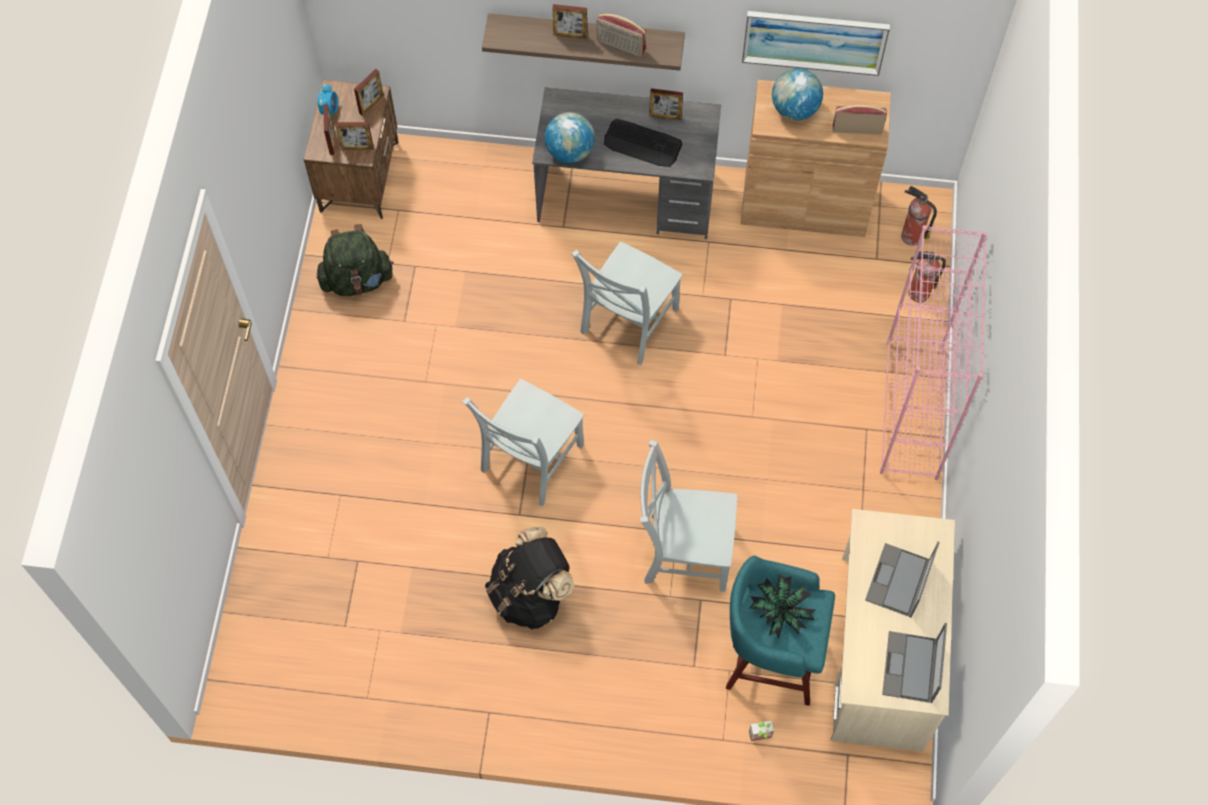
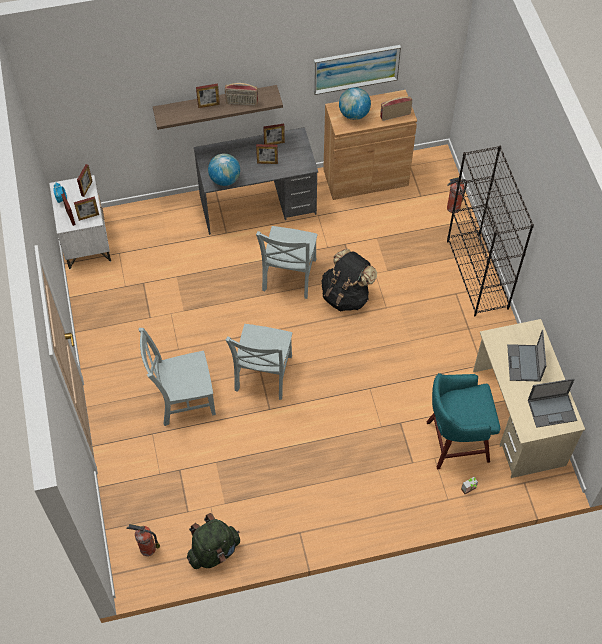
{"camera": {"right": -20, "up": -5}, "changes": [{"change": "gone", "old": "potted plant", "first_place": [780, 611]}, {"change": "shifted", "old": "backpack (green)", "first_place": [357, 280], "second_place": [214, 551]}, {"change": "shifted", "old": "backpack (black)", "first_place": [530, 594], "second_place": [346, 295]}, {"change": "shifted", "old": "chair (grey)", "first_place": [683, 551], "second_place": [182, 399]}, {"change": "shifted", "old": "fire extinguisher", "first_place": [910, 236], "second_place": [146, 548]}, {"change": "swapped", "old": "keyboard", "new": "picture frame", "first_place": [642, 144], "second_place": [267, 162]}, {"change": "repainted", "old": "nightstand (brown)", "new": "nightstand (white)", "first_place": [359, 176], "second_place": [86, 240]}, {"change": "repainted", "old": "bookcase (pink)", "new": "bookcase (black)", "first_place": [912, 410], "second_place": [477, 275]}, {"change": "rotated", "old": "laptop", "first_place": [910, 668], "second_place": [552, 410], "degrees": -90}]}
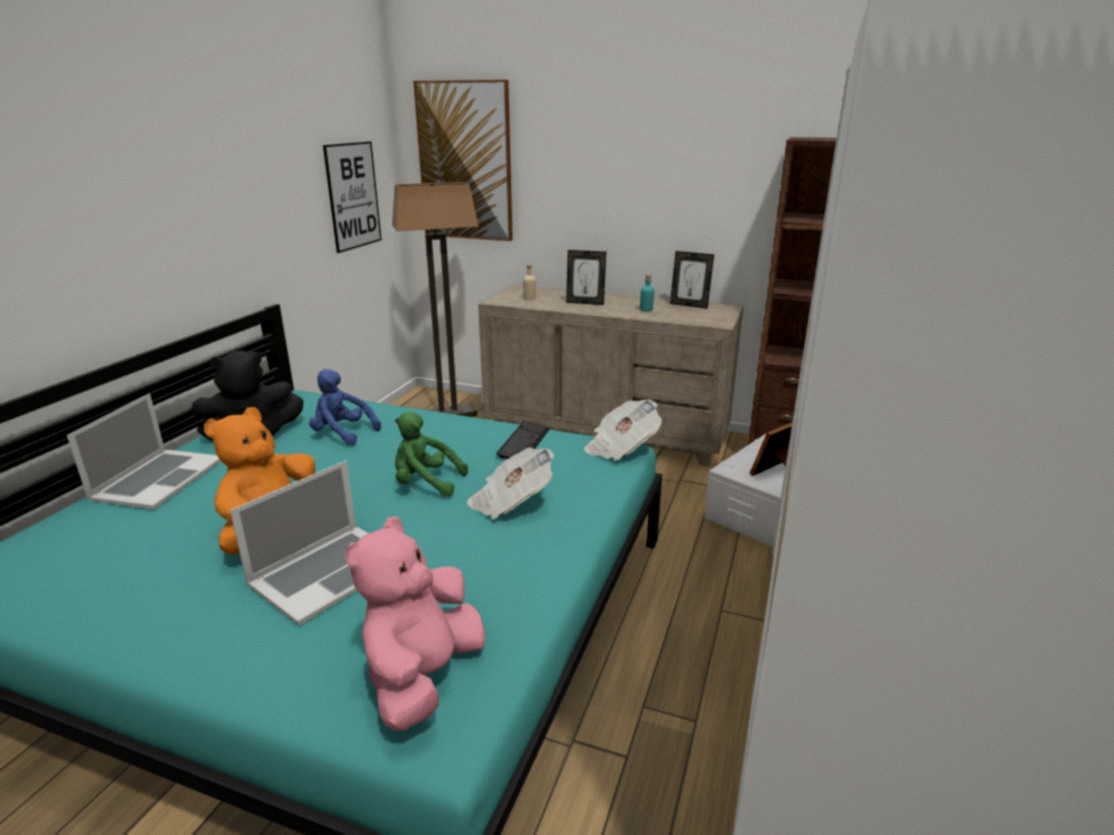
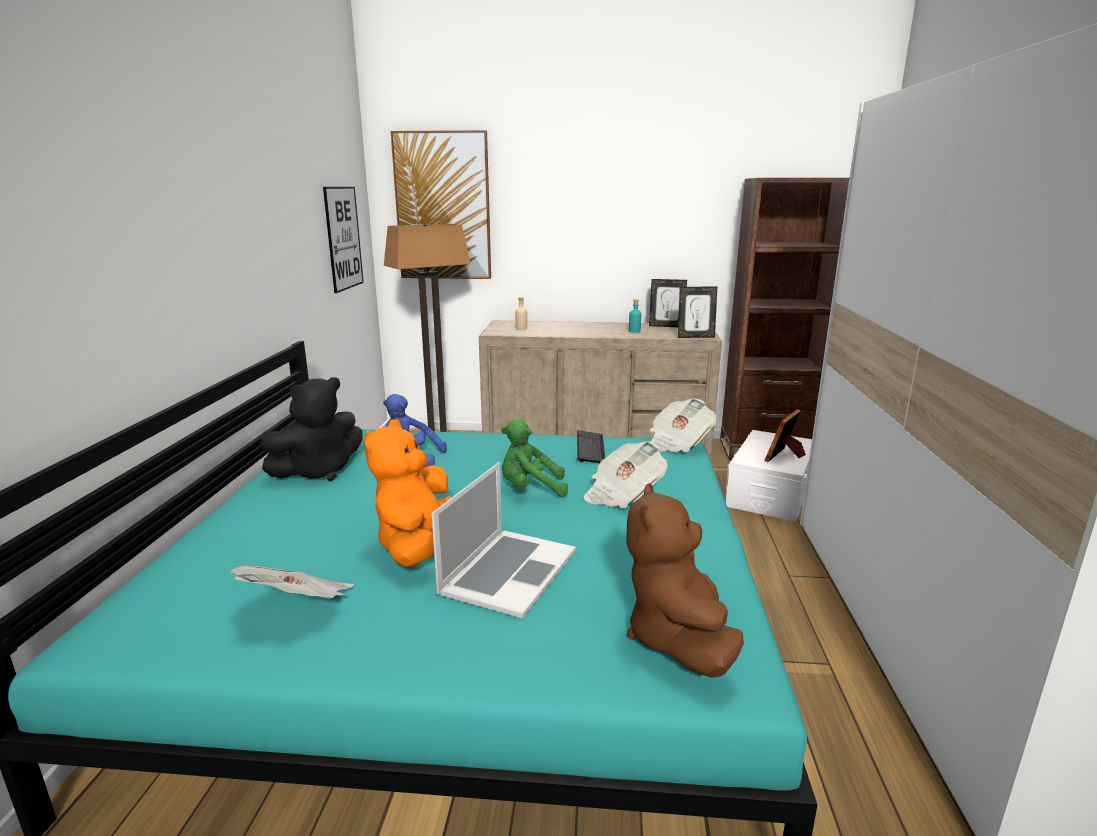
{"camera": {"right": -15, "up": -5}, "changes": [{"change": "gone", "old": "laptop", "first_place": [158, 479]}, {"change": "new", "new": "newspaper", "second_place": [300, 606]}, {"change": "shifted", "old": "picture frame", "first_place": [585, 303], "second_place": [695, 337]}, {"change": "repainted", "old": "plush toy (pink)", "new": "plush toy (brown)", "first_place": [423, 677], "second_place": [677, 639]}]}
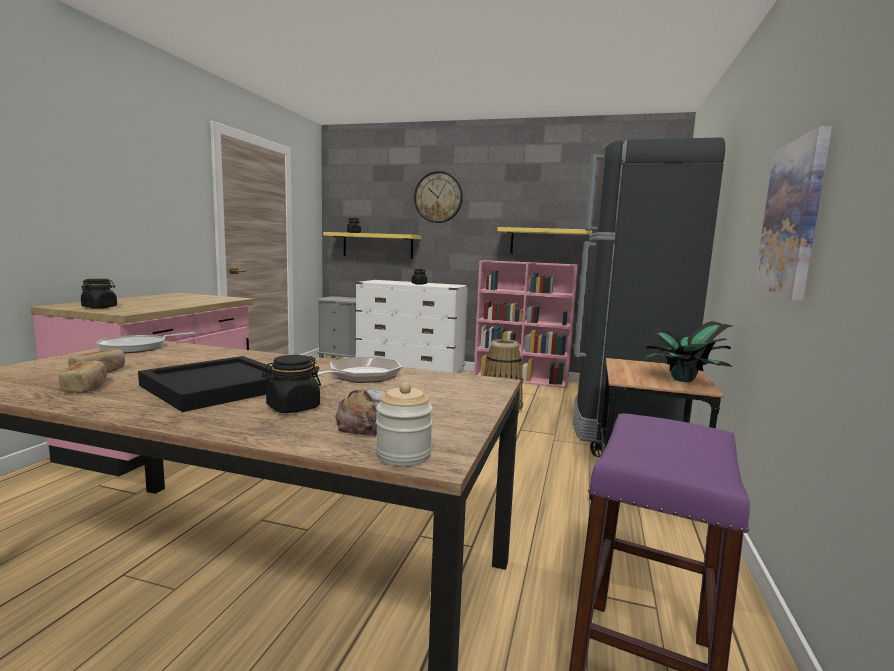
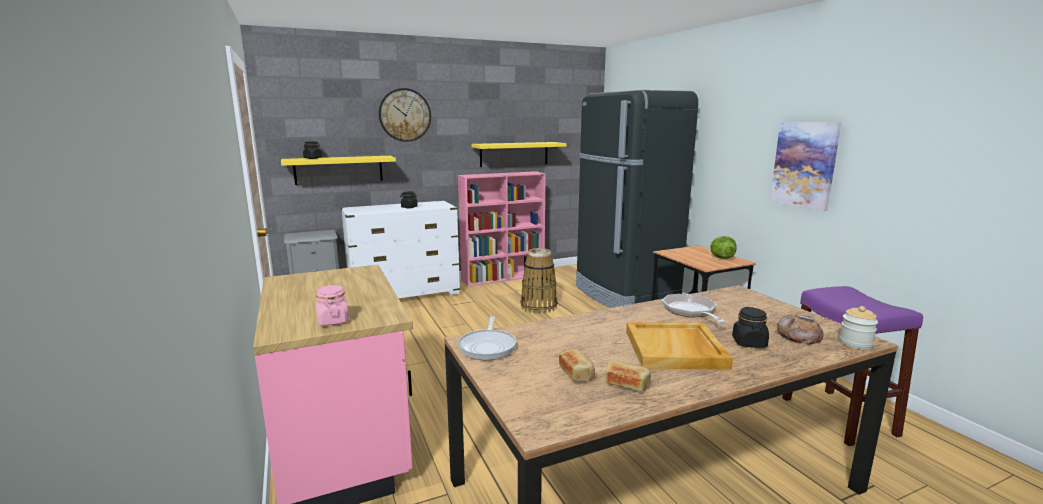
{"camera": {"right": -40, "up": 5}, "changes": [{"change": "swapped", "old": "potted plant", "new": "lettuce", "first_place": [683, 380], "second_place": [721, 258]}, {"change": "repainted", "old": "jar (black)", "new": "jar (pink)", "first_place": [100, 307], "second_place": [333, 320]}, {"change": "repainted", "old": "tray (black)", "new": "tray (beige)", "first_place": [216, 387], "second_place": [675, 349]}]}
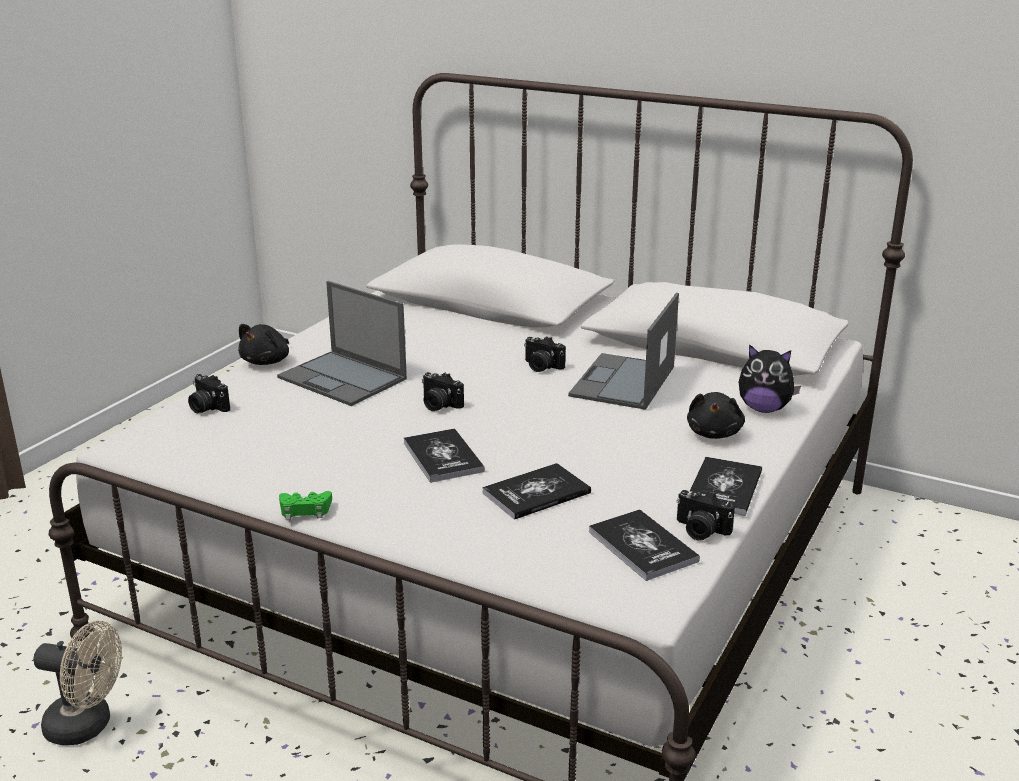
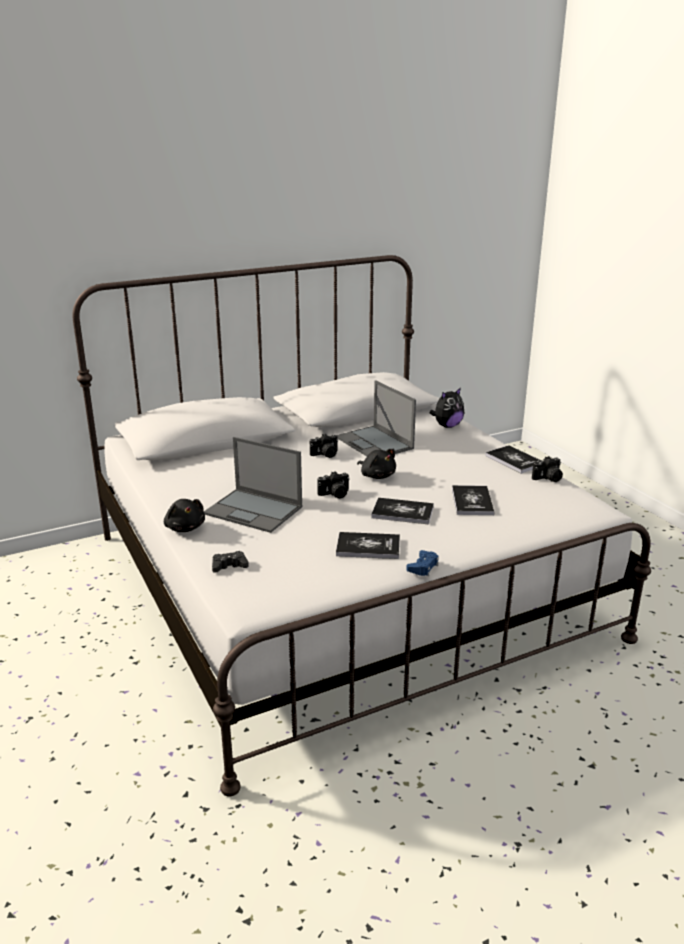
{"camera": {"right": -55, "up": 0}, "changes": [{"change": "gone", "old": "fan (beige)", "first_place": [88, 726]}, {"change": "shifted", "old": "book", "first_place": [642, 546], "second_place": [368, 547]}, {"change": "shifted", "old": "plush toy (black)", "first_place": [714, 433], "second_place": [377, 475]}, {"change": "swapped", "old": "photo camera", "new": "game controller (black)", "first_place": [207, 407], "second_place": [229, 566]}, {"change": "repainted", "old": "game controller (green)", "new": "game controller (blue)", "first_place": [305, 510], "second_place": [423, 567]}, {"change": "rotated", "old": "laptop", "first_place": [343, 378], "second_place": [254, 510], "degrees": 45}]}
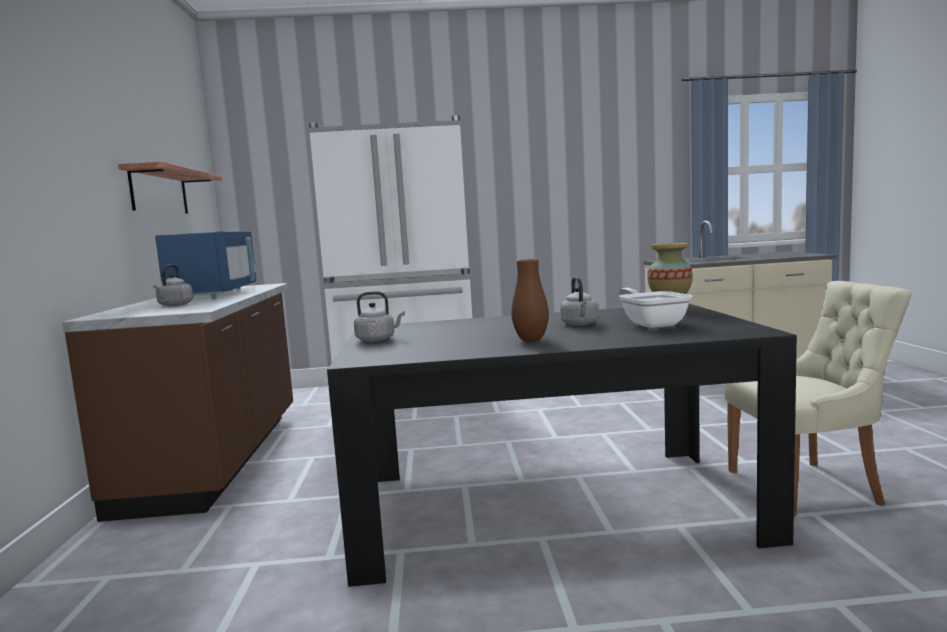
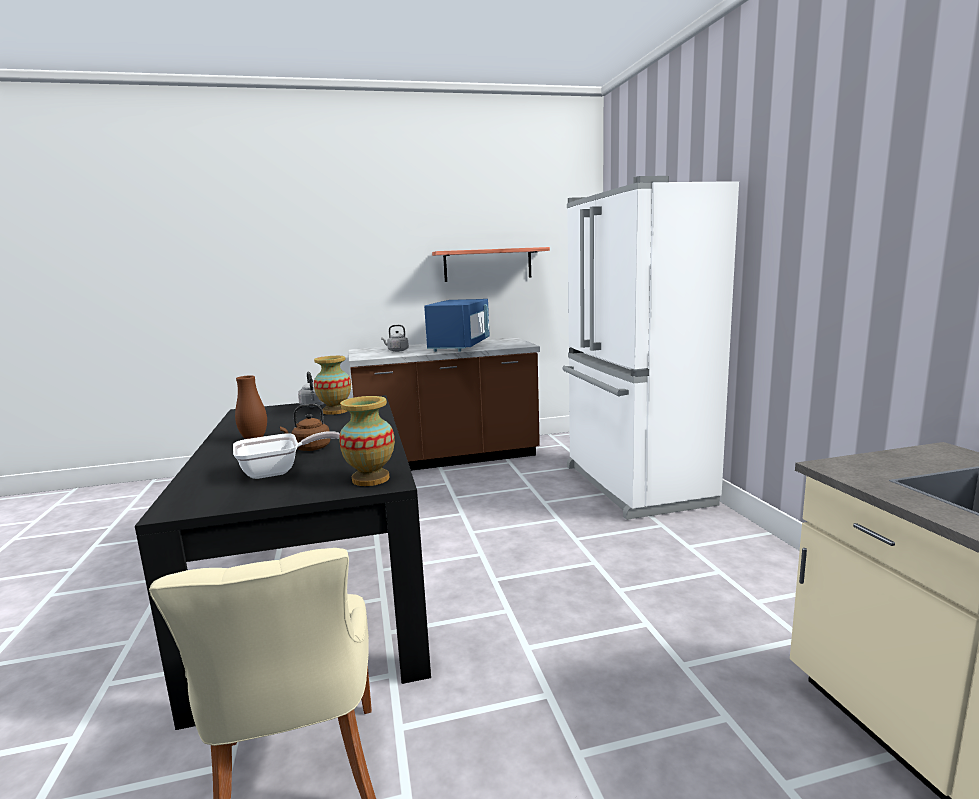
{"camera": {"right": 80, "up": 5}, "changes": [{"change": "new", "new": "vase", "second_place": [335, 411]}, {"change": "repainted", "old": "kettle (grey)", "new": "kettle (brown)", "first_place": [580, 324], "second_place": [309, 448]}, {"change": "rotated", "old": "microwave (blue)", "first_place": [215, 294], "second_place": [460, 346], "degrees": -60}]}
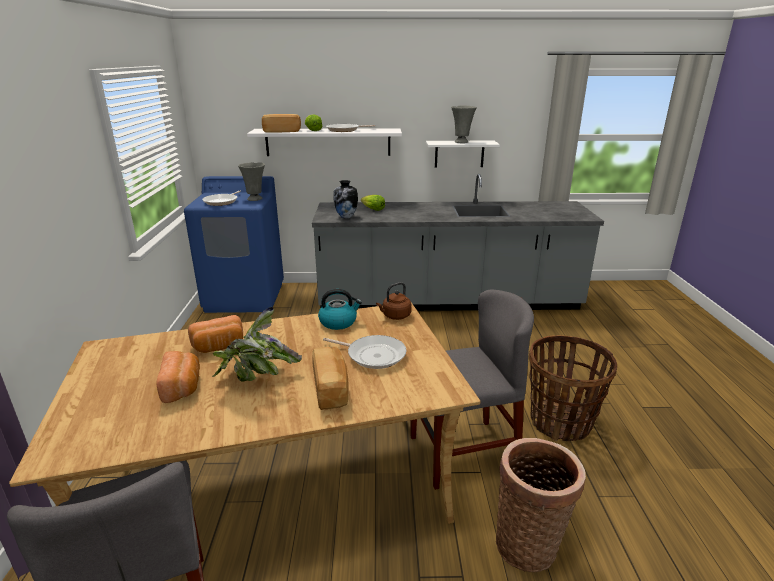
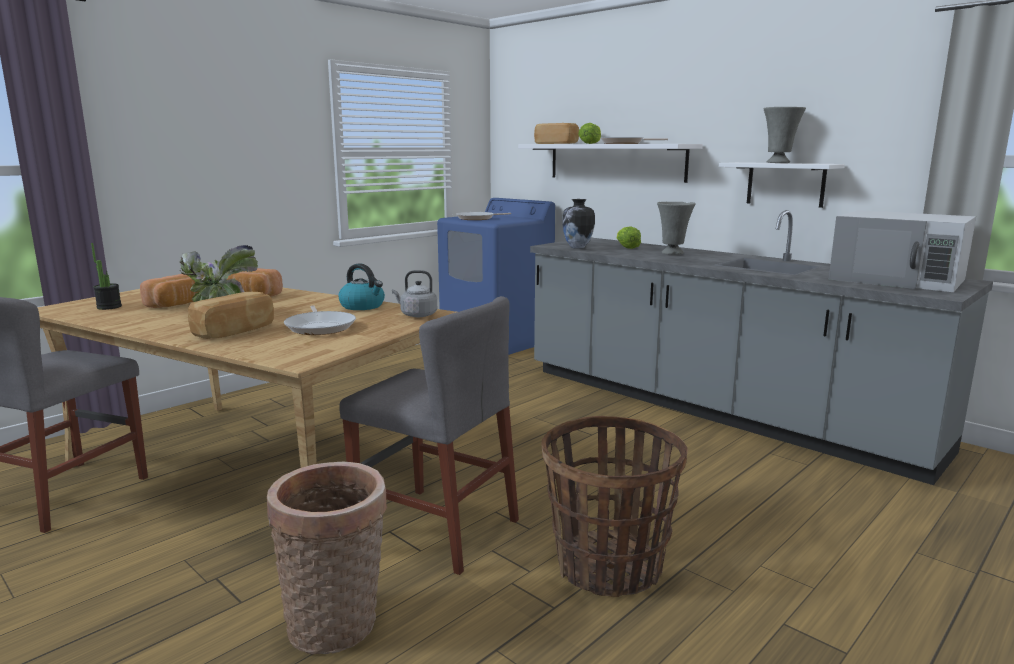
{"camera": {"right": 45, "up": -10}, "changes": [{"change": "new", "new": "potted plant", "second_place": [109, 307]}, {"change": "new", "new": "microwave (white)", "second_place": [898, 279]}, {"change": "shifted", "old": "vase (grey)", "first_place": [255, 199], "second_place": [673, 253]}, {"change": "repainted", "old": "kettle (brown)", "new": "kettle (grey)", "first_place": [395, 316], "second_place": [416, 315]}]}
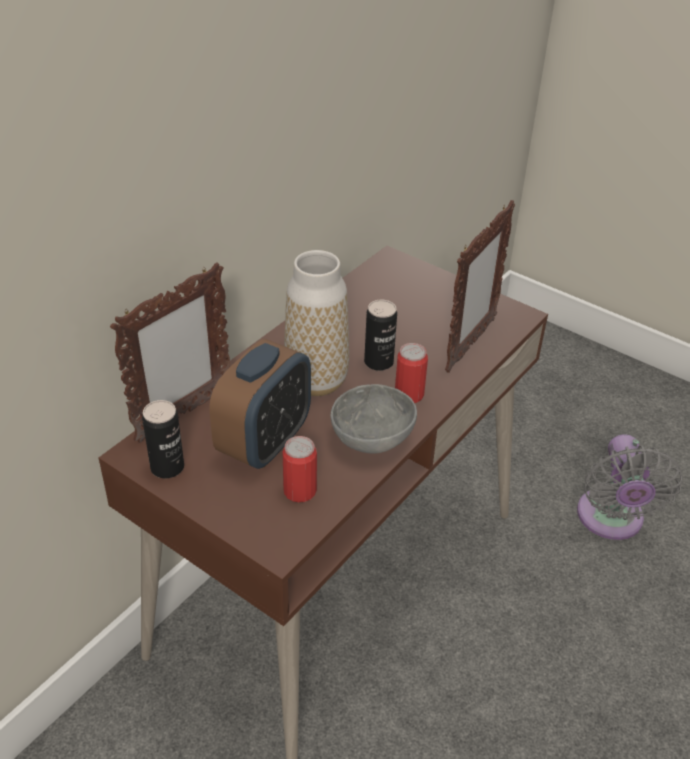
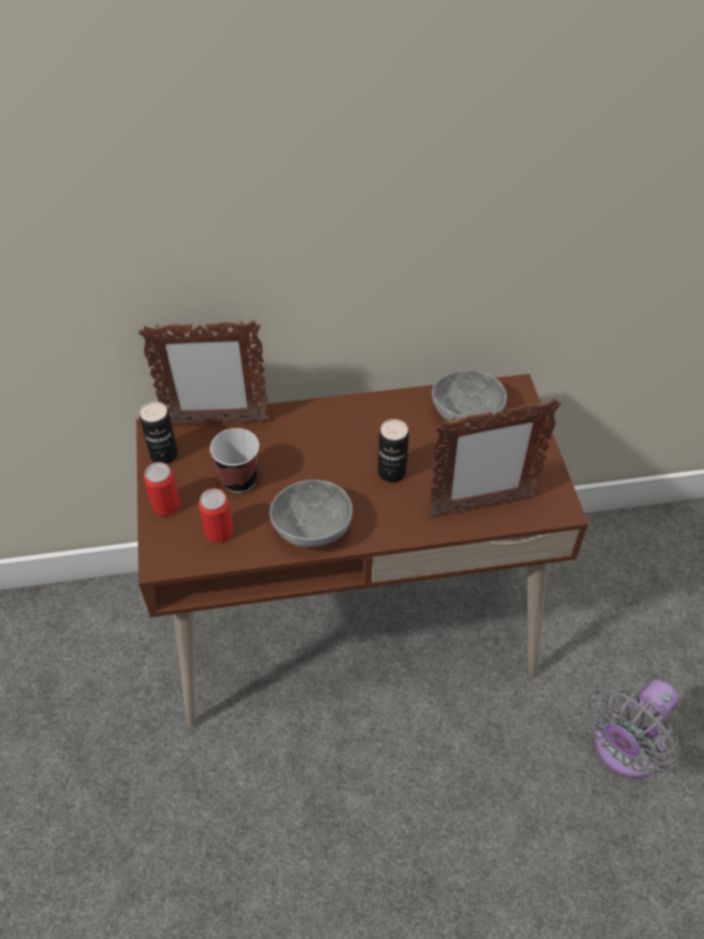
{"camera": {"right": 45, "up": 10}, "changes": [{"change": "gone", "old": "vase", "first_place": [316, 381]}, {"change": "new", "new": "bowl (grey)", "second_place": [466, 412]}, {"change": "shifted", "old": "can", "first_place": [409, 394], "second_place": [166, 505]}, {"change": "swapped", "old": "alarm clock", "new": "cup", "first_place": [264, 443], "second_place": [239, 480]}]}
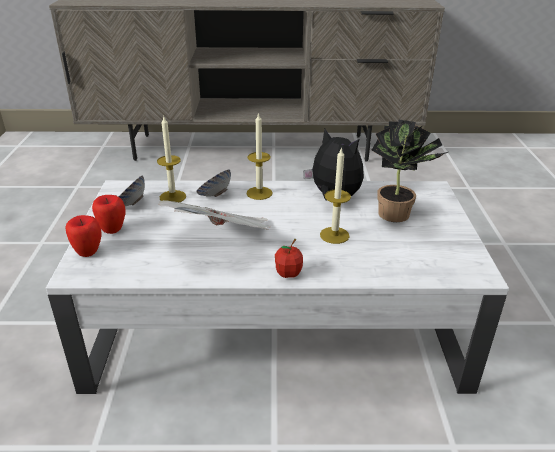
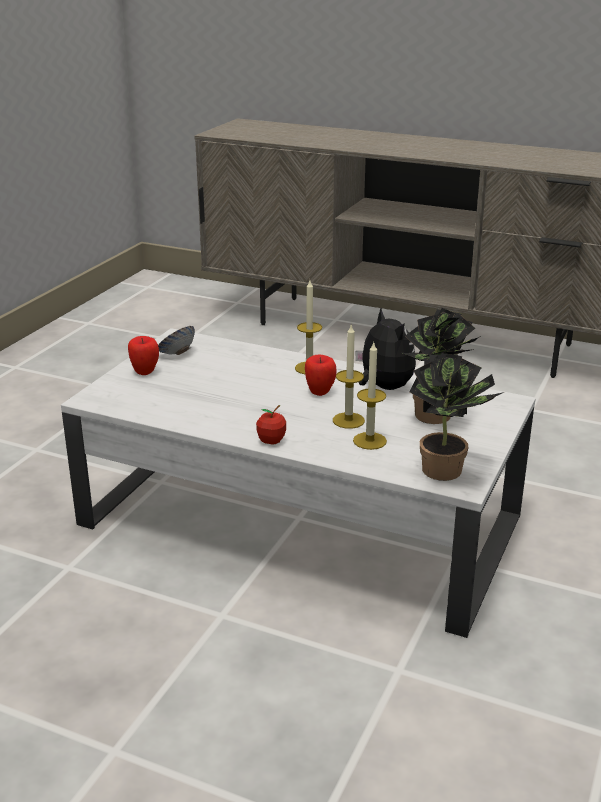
{"camera": {"right": 25, "up": -5}, "changes": [{"change": "gone", "old": "newspaper", "first_place": [222, 240]}, {"change": "gone", "old": "bowl", "first_place": [215, 195]}, {"change": "new", "new": "potted plant", "second_place": [447, 472]}, {"change": "shifted", "old": "apple", "first_place": [88, 252], "second_place": [320, 392]}, {"change": "shifted", "old": "candle", "first_place": [172, 197], "second_place": [369, 441]}]}
